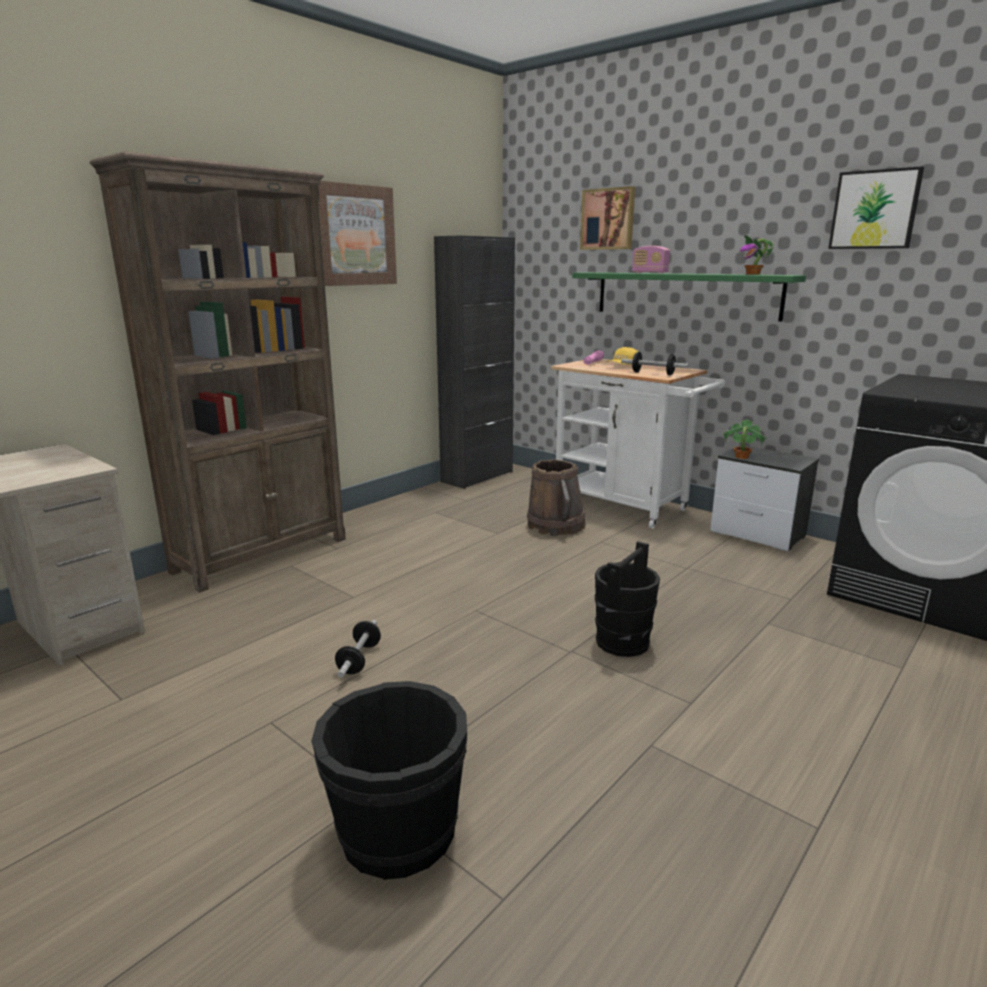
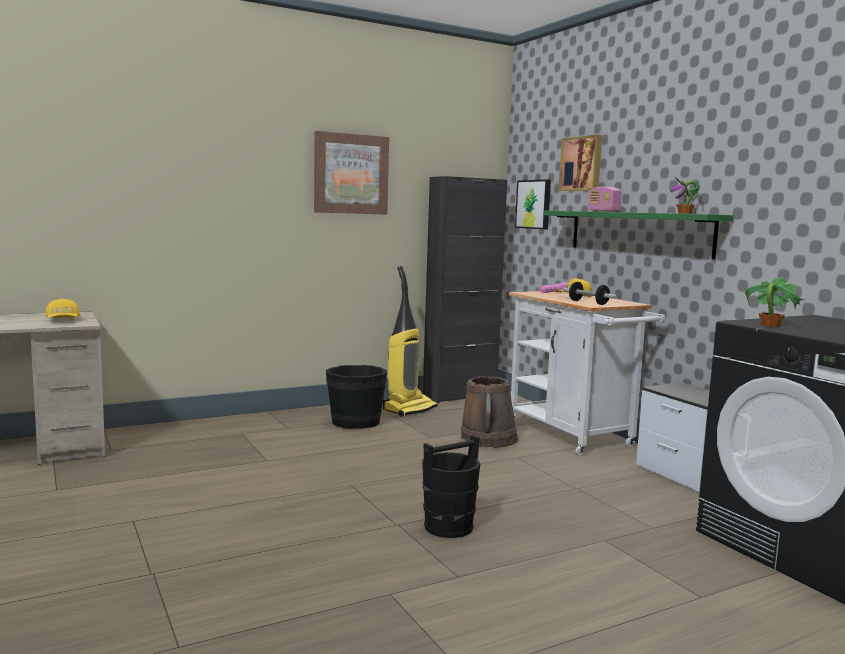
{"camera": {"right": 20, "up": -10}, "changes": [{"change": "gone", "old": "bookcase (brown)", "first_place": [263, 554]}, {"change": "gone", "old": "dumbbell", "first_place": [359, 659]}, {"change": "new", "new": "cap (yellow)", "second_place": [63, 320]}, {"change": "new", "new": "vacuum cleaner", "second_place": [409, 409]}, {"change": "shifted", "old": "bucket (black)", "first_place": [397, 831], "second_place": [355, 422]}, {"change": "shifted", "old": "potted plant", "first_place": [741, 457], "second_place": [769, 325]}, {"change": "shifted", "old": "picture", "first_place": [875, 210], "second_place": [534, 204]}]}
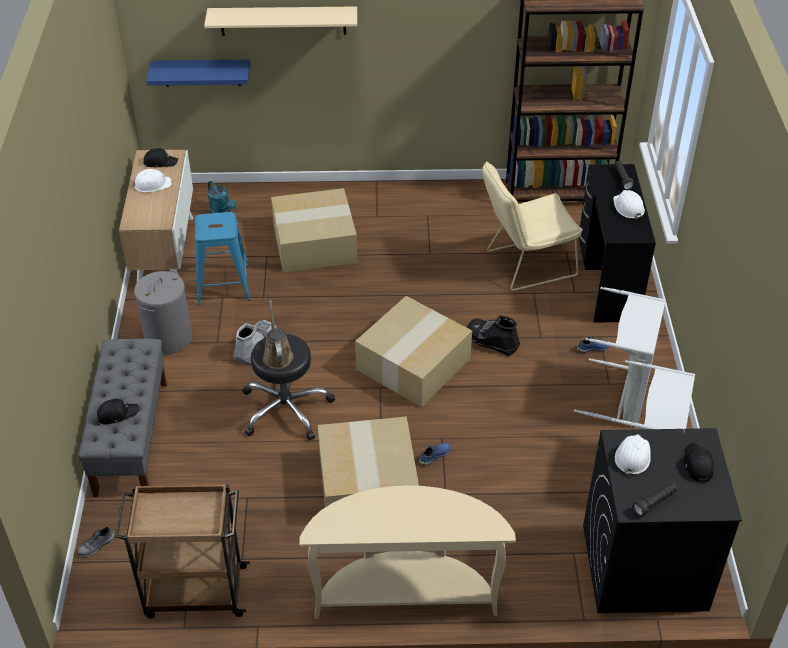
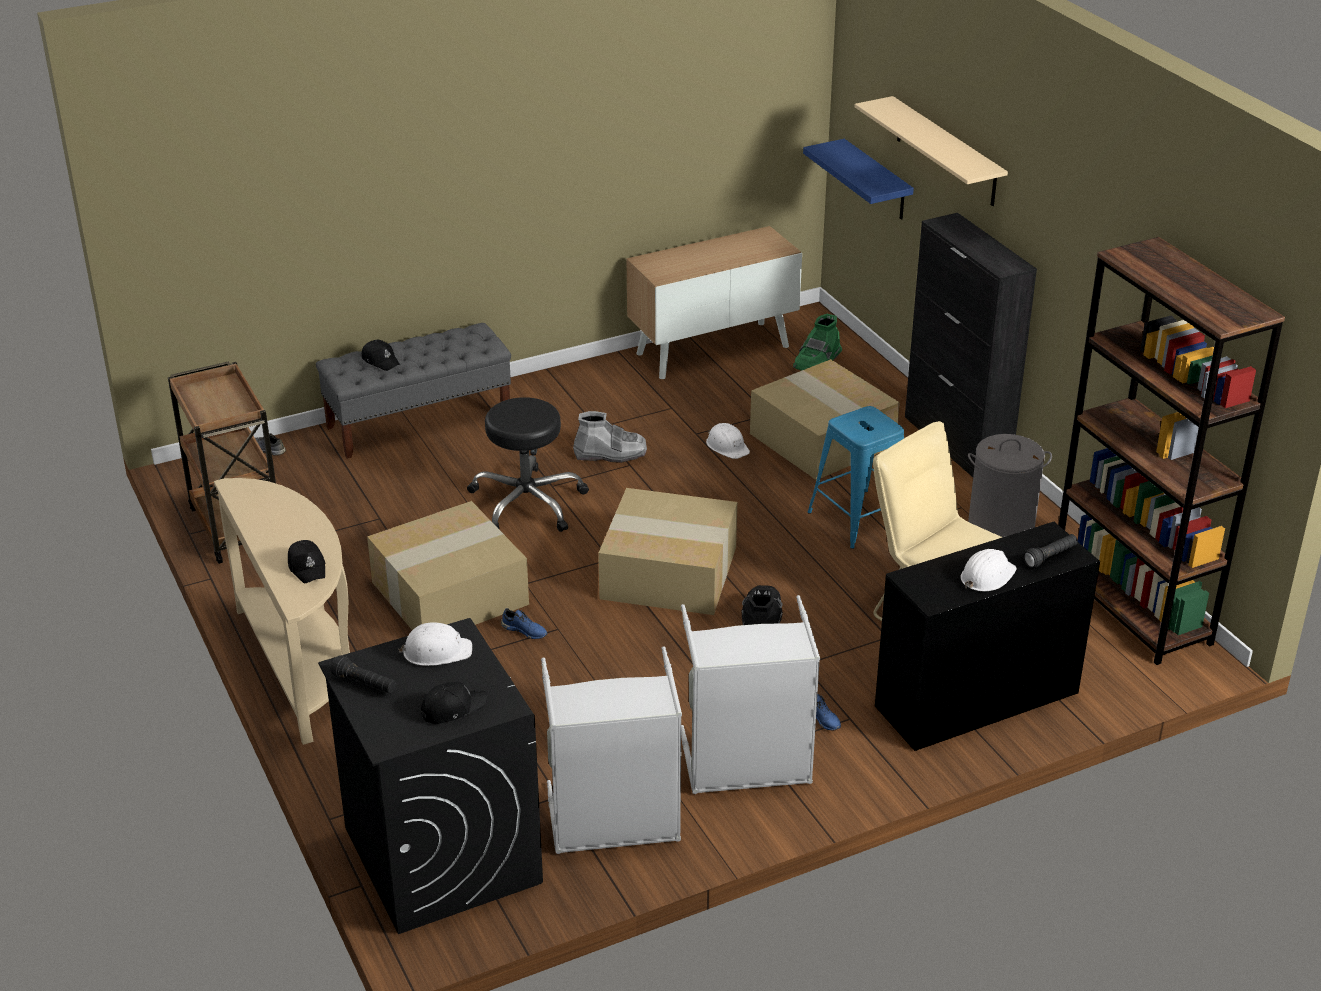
{"camera": {"right": 65, "up": -10}, "changes": [{"change": "gone", "old": "watering can (brown)", "first_place": [277, 355]}, {"change": "new", "new": "cabinet (black)", "second_place": [957, 443]}, {"change": "shifted", "old": "hard hat (white)", "first_place": [152, 184], "second_place": [727, 446]}, {"change": "shifted", "old": "laundry basket (grey)", "first_place": [168, 338], "second_place": [1000, 532]}, {"change": "shifted", "old": "cap (black)", "first_place": [160, 162], "second_place": [307, 567]}, {"change": "shifted", "old": "stool (blue)", "first_place": [223, 285], "second_place": [858, 519]}, {"change": "swapped", "old": "watering can (turquoise)", "new": "boot (green)", "first_place": [222, 212], "second_place": [817, 362]}]}
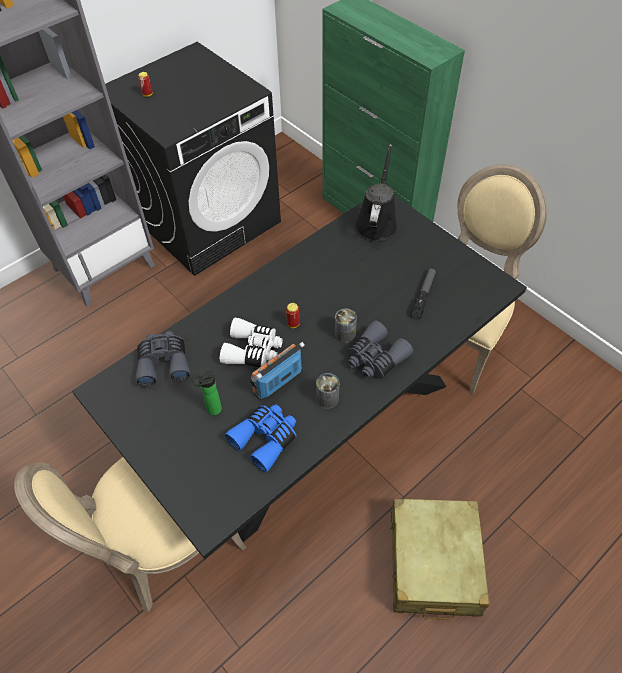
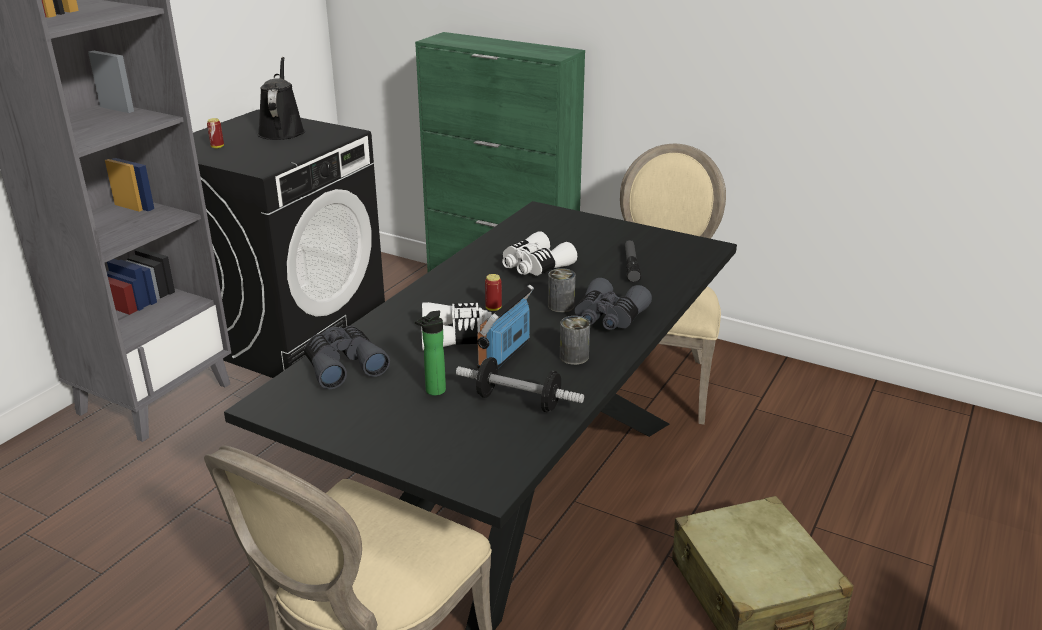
{"camera": {"right": -20, "up": -25}, "changes": [{"change": "new", "new": "binoculars (white)", "second_place": [535, 266]}, {"change": "shifted", "old": "watering can (black)", "first_place": [376, 223], "second_place": [282, 131]}, {"change": "swapped", "old": "binoculars (blue)", "new": "dumbbell", "first_place": [265, 438], "second_place": [518, 401]}]}
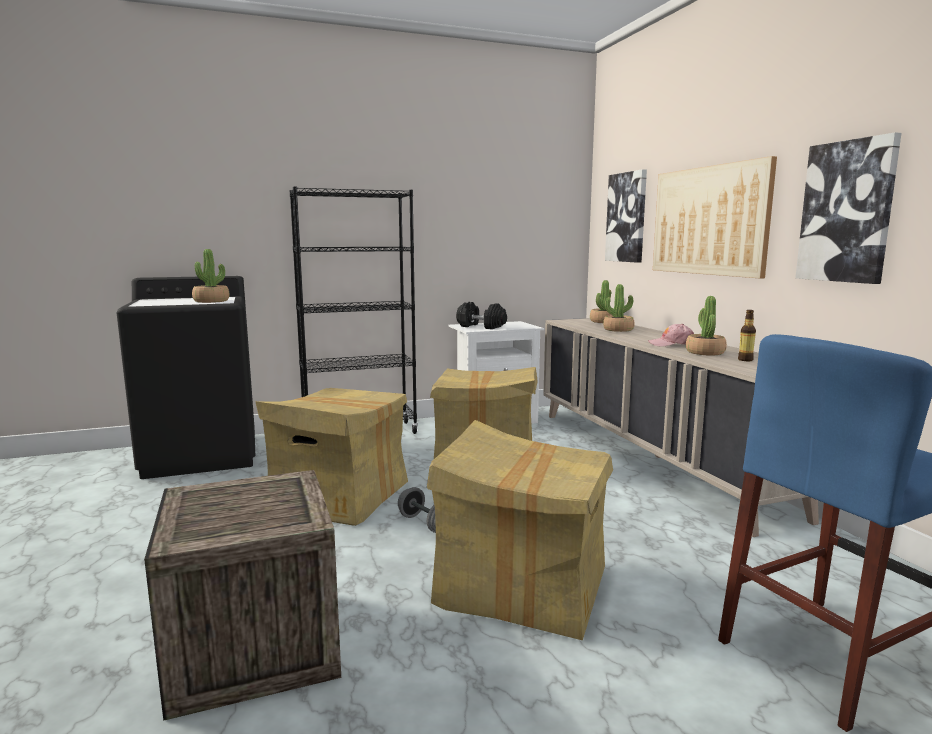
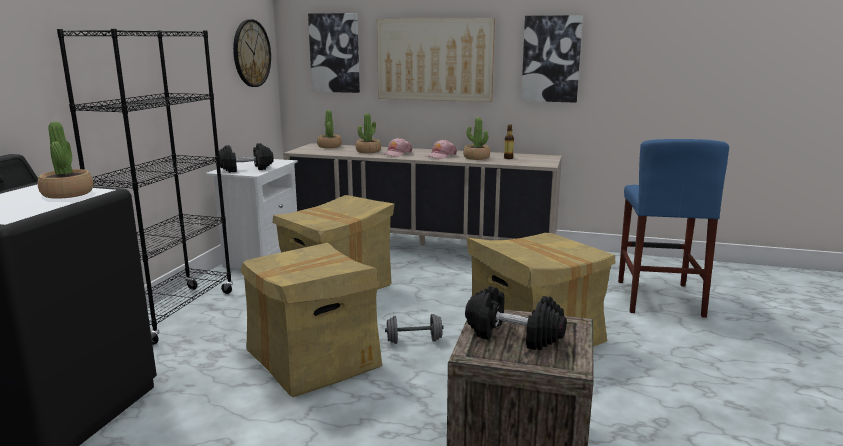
{"camera": {"right": -55, "up": 5}, "changes": [{"change": "new", "new": "wall clock", "second_place": [251, 53]}, {"change": "new", "new": "cap (pink)", "second_place": [396, 154]}, {"change": "new", "new": "dumbbell (black)", "second_place": [513, 335]}]}
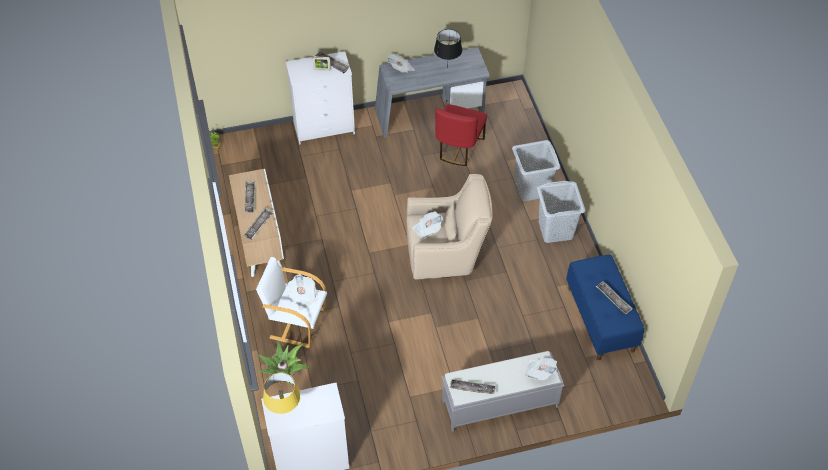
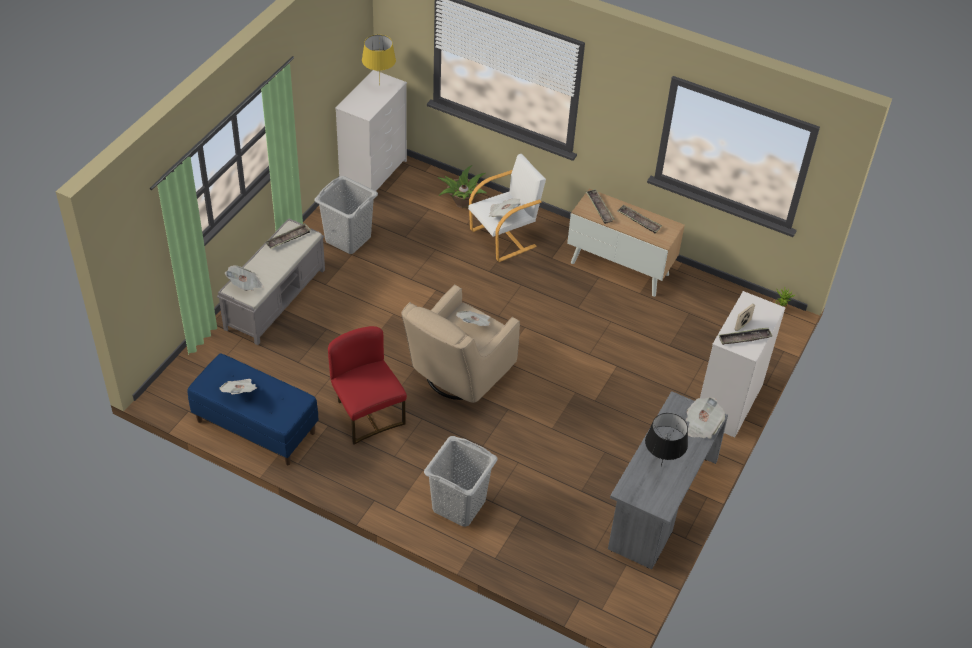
{"camera": {"right": 130, "up": -5}, "changes": [{"change": "shifted", "old": "chair (red)", "first_place": [458, 148], "second_place": [367, 414]}, {"change": "shifted", "old": "laundry basket (grey)", "first_place": [555, 230], "second_place": [348, 238]}, {"change": "swapped", "old": "tray", "new": "newspaper", "first_place": [613, 299], "second_place": [240, 392]}]}
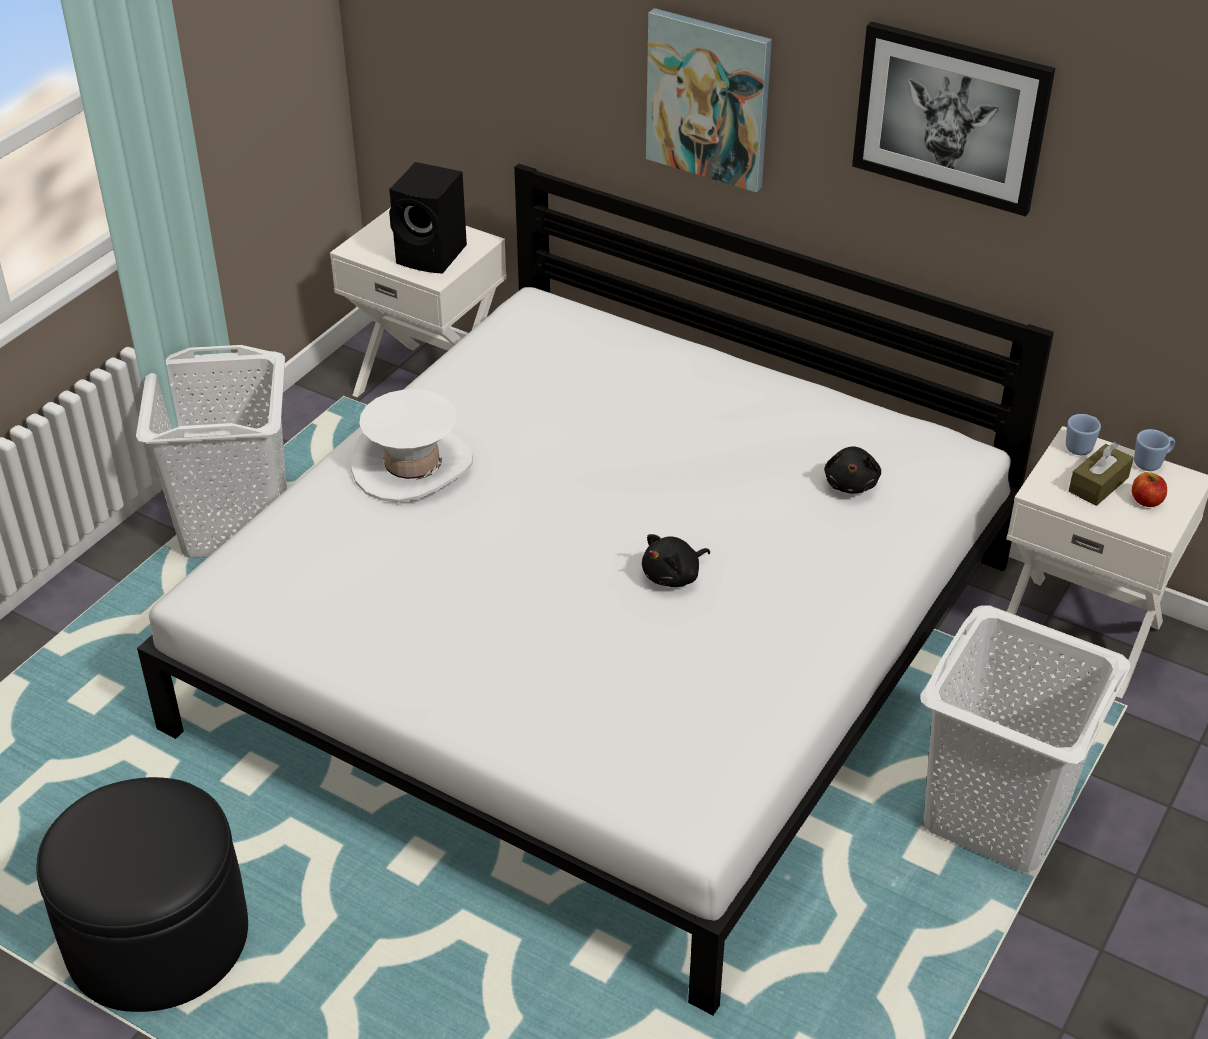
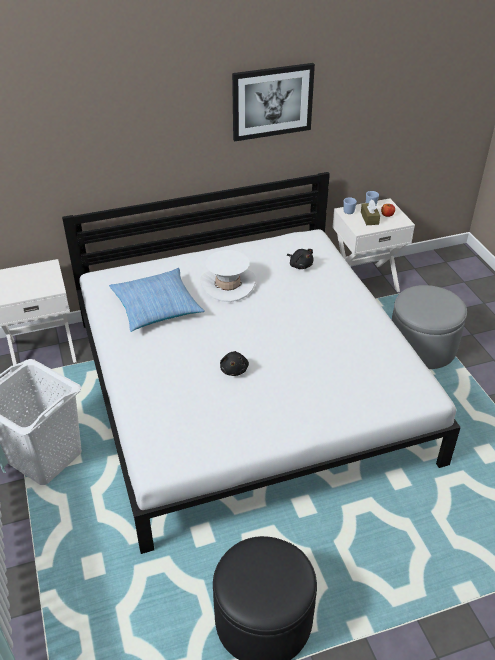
{"camera": {"right": -50, "up": 0}, "changes": [{"change": "gone", "old": "speaker (black)", "first_place": [433, 255]}, {"change": "gone", "old": "picture", "first_place": [708, 99]}, {"change": "new", "new": "pillow", "second_place": [156, 306]}, {"change": "shifted", "old": "hat (white)", "first_place": [412, 465], "second_place": [228, 284]}, {"change": "shifted", "old": "plush toy (black)", "first_place": [674, 576], "second_place": [234, 369]}, {"change": "swapped", "old": "laundry basket (white)", "new": "ottoman (grey)", "first_place": [997, 815], "second_place": [422, 346]}]}
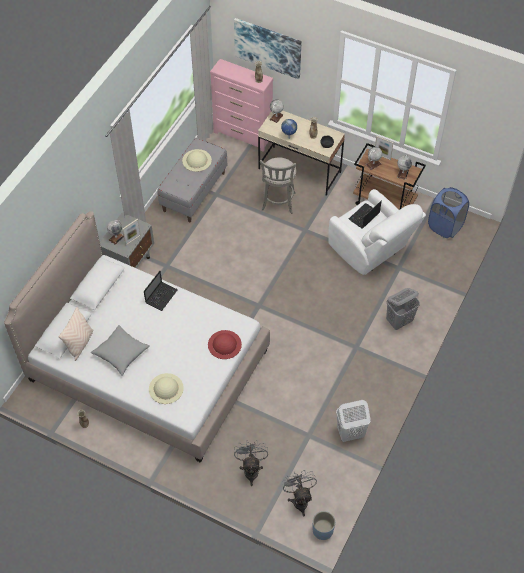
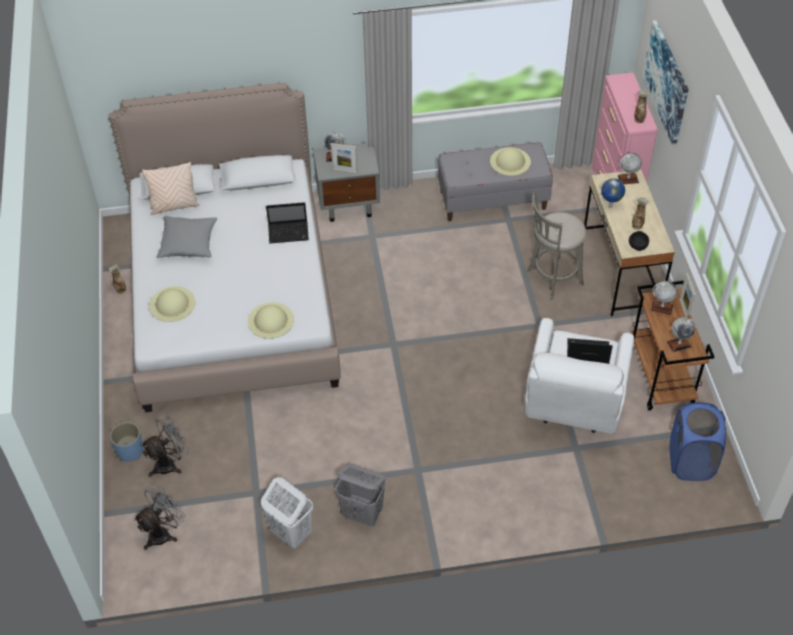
{"camera": {"right": 55, "up": -5}, "changes": [{"change": "shifted", "old": "planter (blue)", "first_place": [323, 530], "second_place": [130, 451]}, {"change": "shifted", "old": "laundry basket (grey)", "first_place": [399, 321], "second_place": [363, 514]}, {"change": "repainted", "old": "hat (red)", "new": "hat (beige)", "first_place": [224, 344], "second_place": [270, 320]}]}
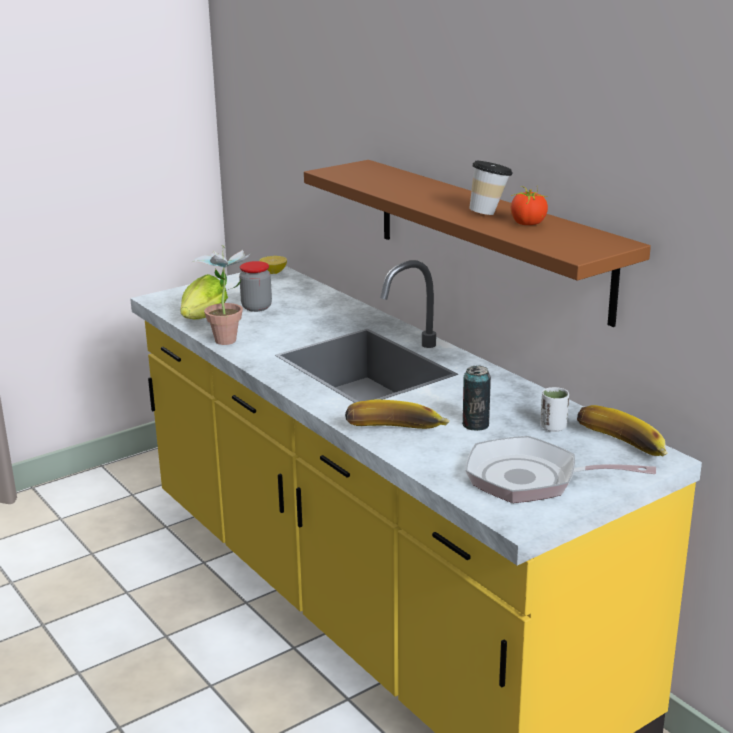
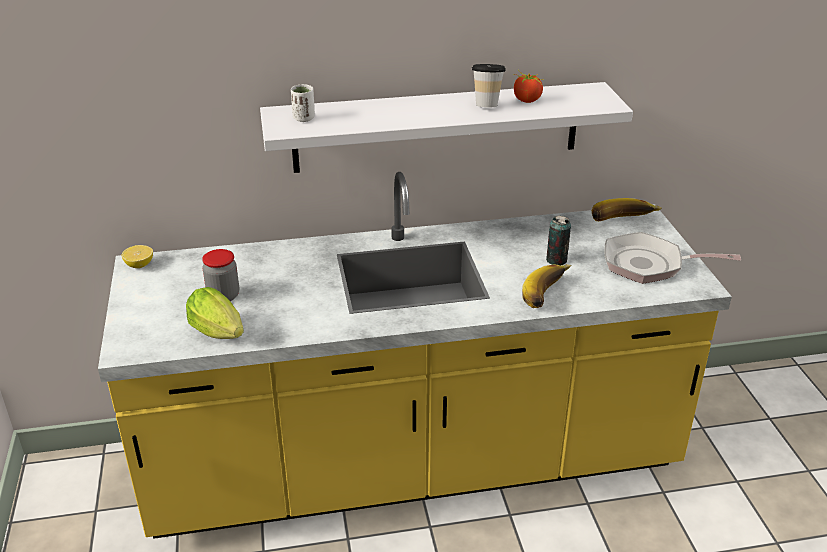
{"camera": {"right": -65, "up": 10}, "changes": [{"change": "gone", "old": "potted plant", "first_place": [228, 337]}, {"change": "shifted", "old": "cup (white)", "first_place": [553, 427], "second_place": [304, 118]}, {"change": "repainted", "old": "shelf (brown)", "new": "shelf (white)", "first_place": [488, 237], "second_place": [437, 127]}, {"change": "rotated", "old": "frying pan", "first_place": [531, 479], "second_place": [649, 265], "degrees": 60}]}
